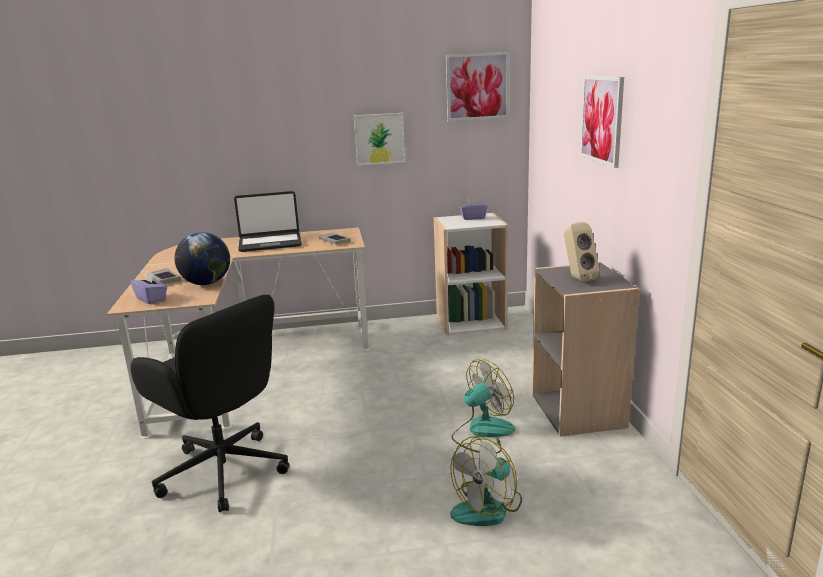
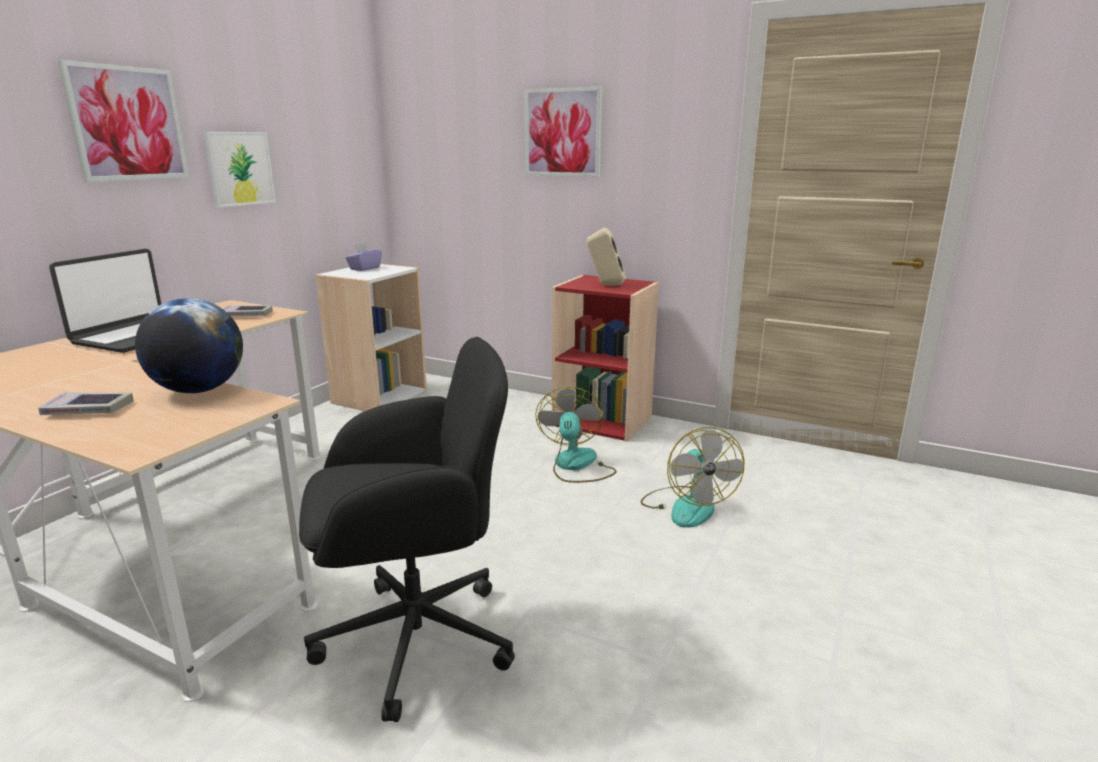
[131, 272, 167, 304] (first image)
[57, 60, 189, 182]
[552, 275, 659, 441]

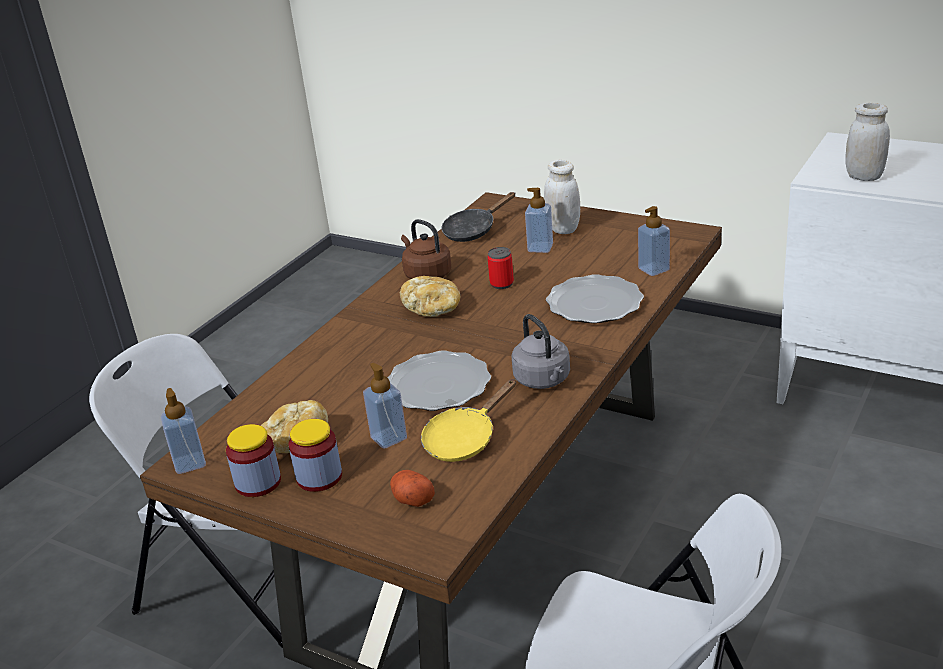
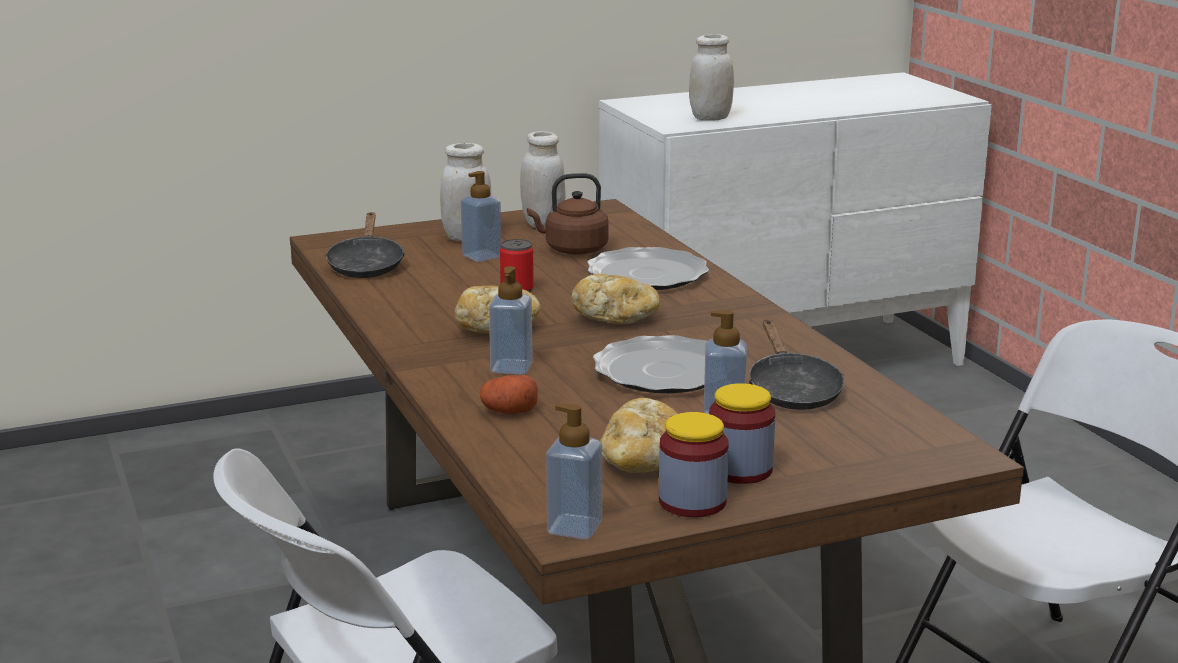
[511, 314, 570, 389] (first image)
[520, 131, 565, 228]
[572, 274, 660, 324]
[480, 375, 538, 415]
[527, 173, 609, 255]
[489, 266, 533, 375]
[749, 320, 844, 410]

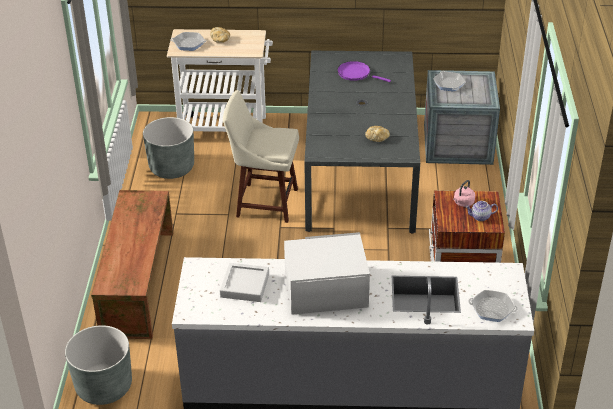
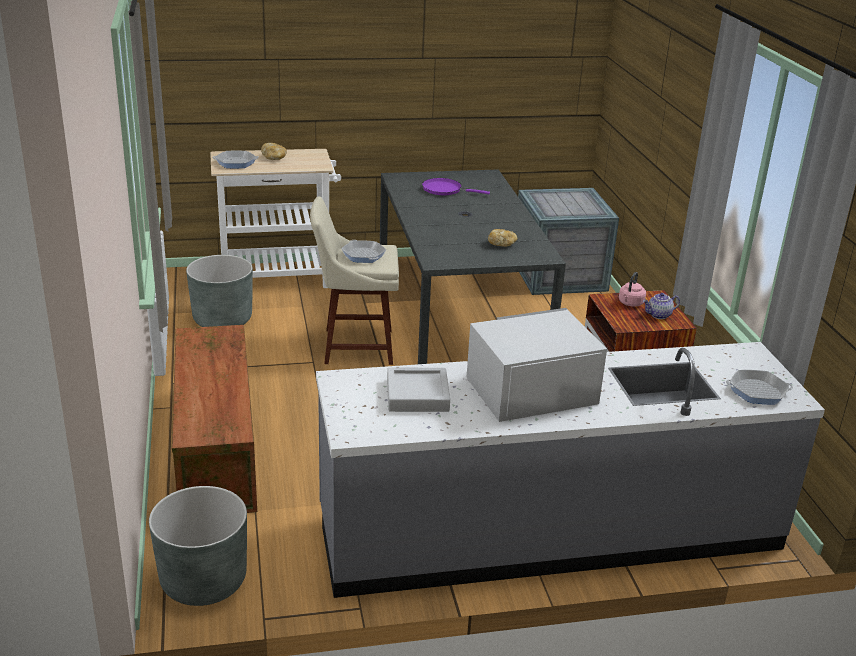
[341, 240, 386, 263]

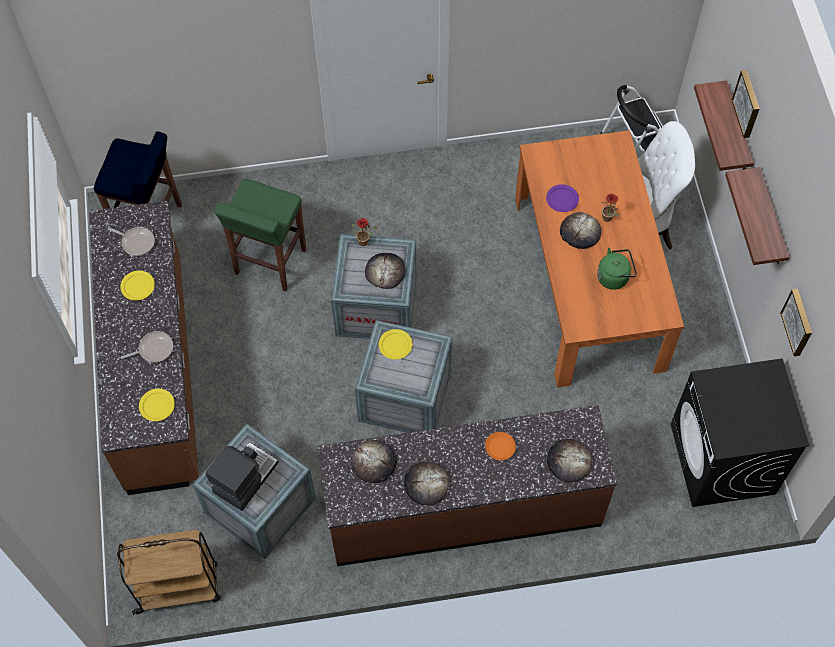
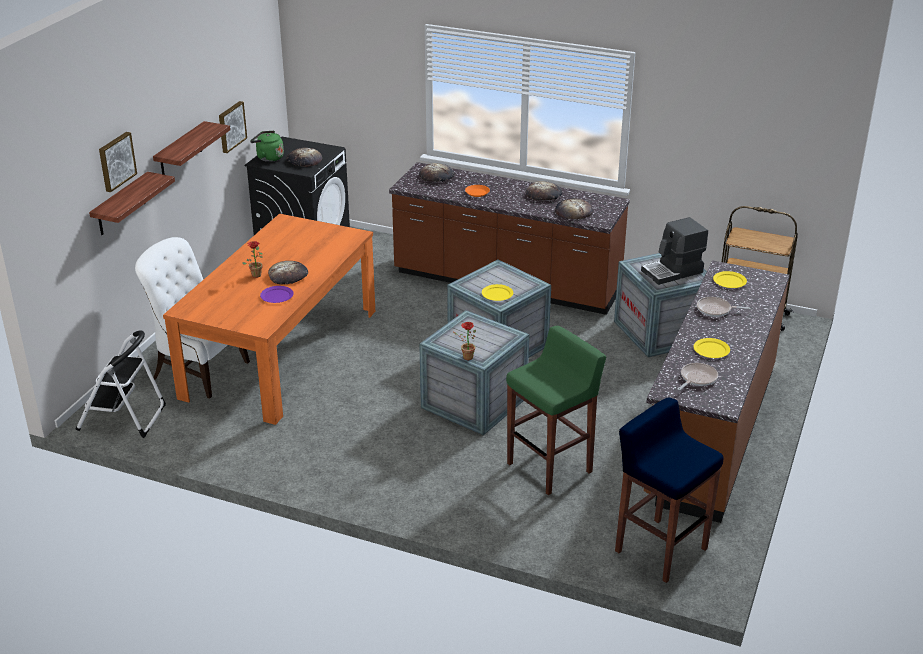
[287, 148, 322, 167]
[250, 131, 284, 162]
[678, 363, 718, 390]

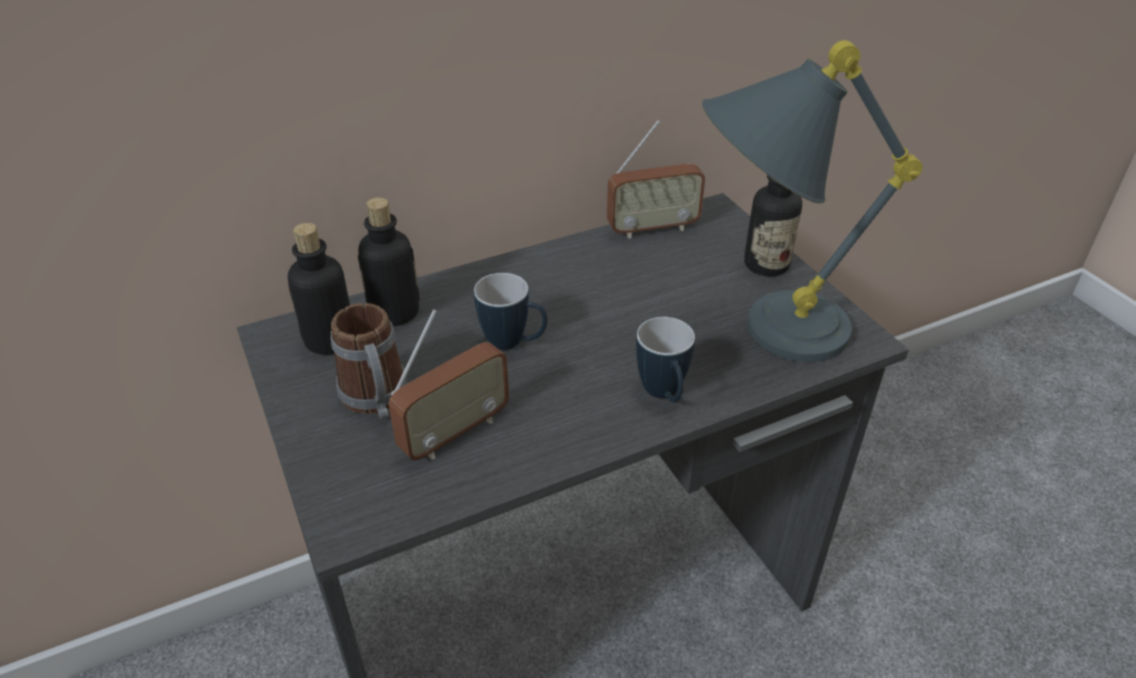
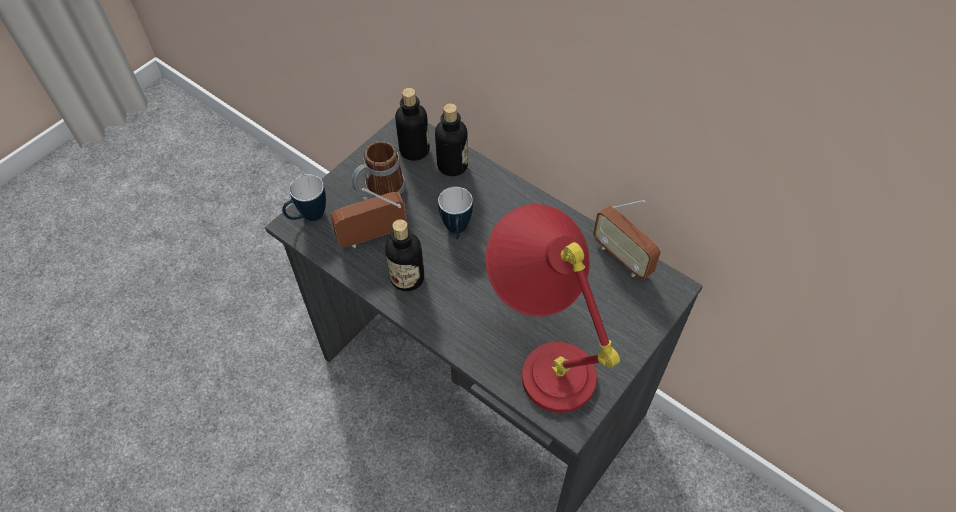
[282, 174, 326, 221]
[385, 219, 424, 291]
[485, 204, 620, 413]
[331, 188, 407, 248]

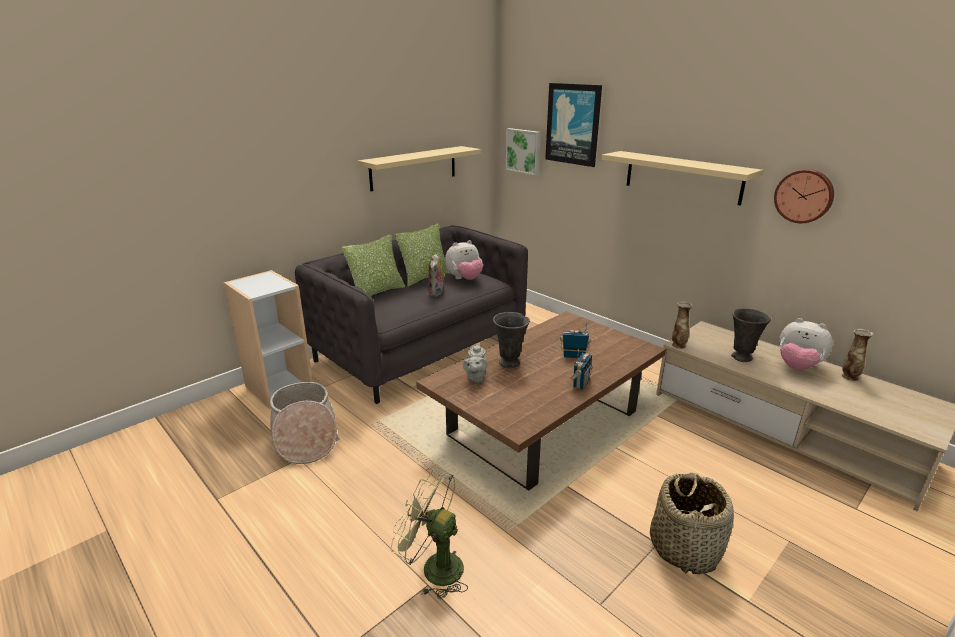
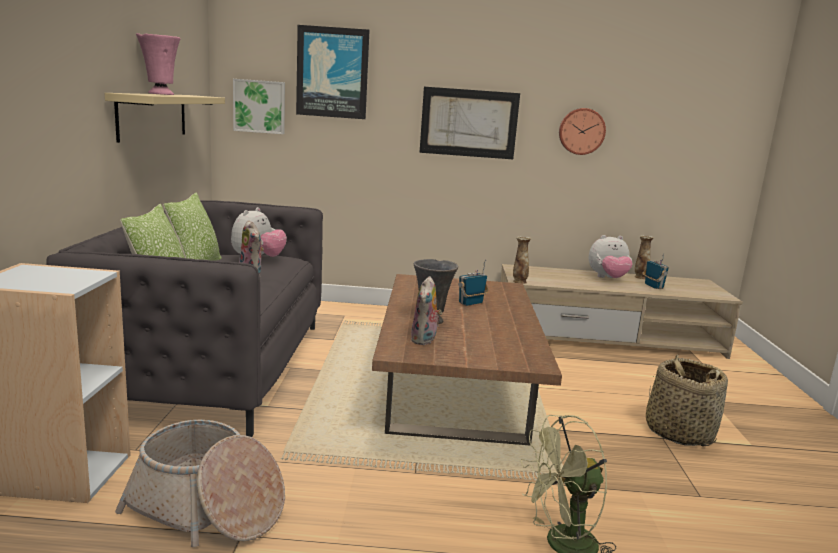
[731, 308, 771, 362] (first image)
[136, 33, 181, 95]
[642, 253, 669, 289]
[411, 276, 442, 345]
[420, 87, 520, 159]

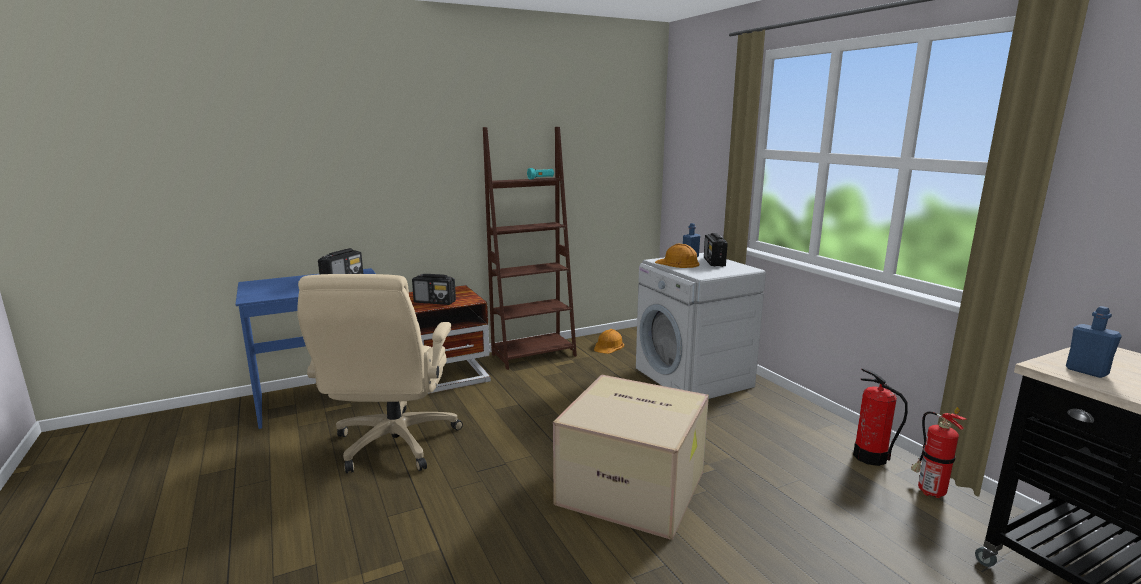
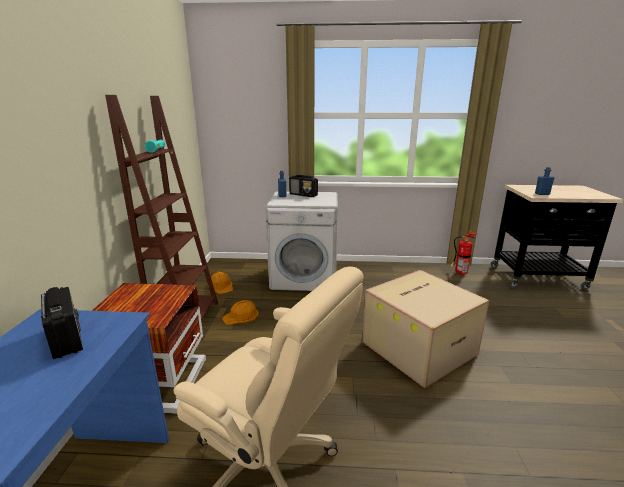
[412, 274, 456, 305] (first image)
[853, 368, 908, 466] (first image)
[222, 300, 259, 325]

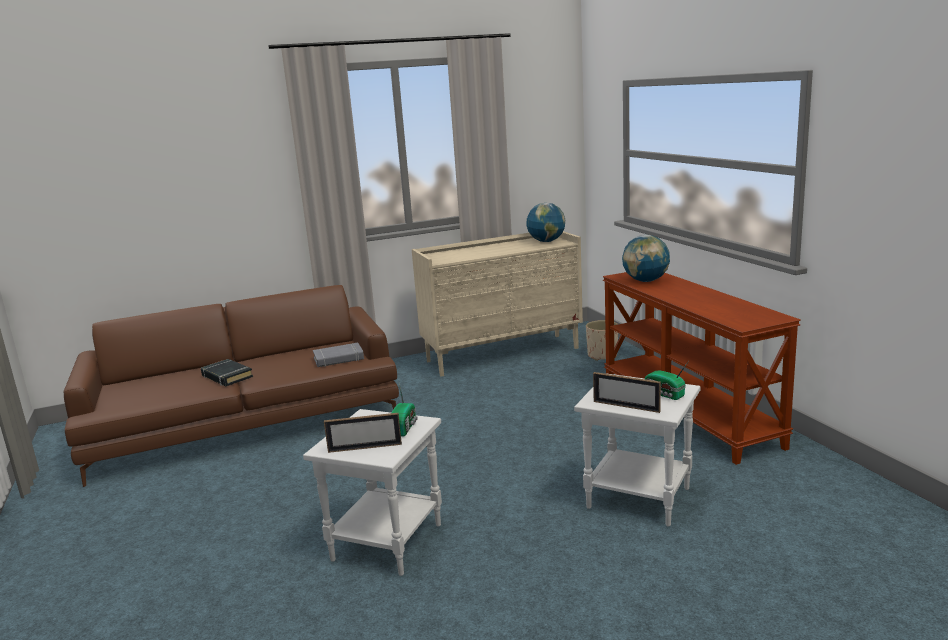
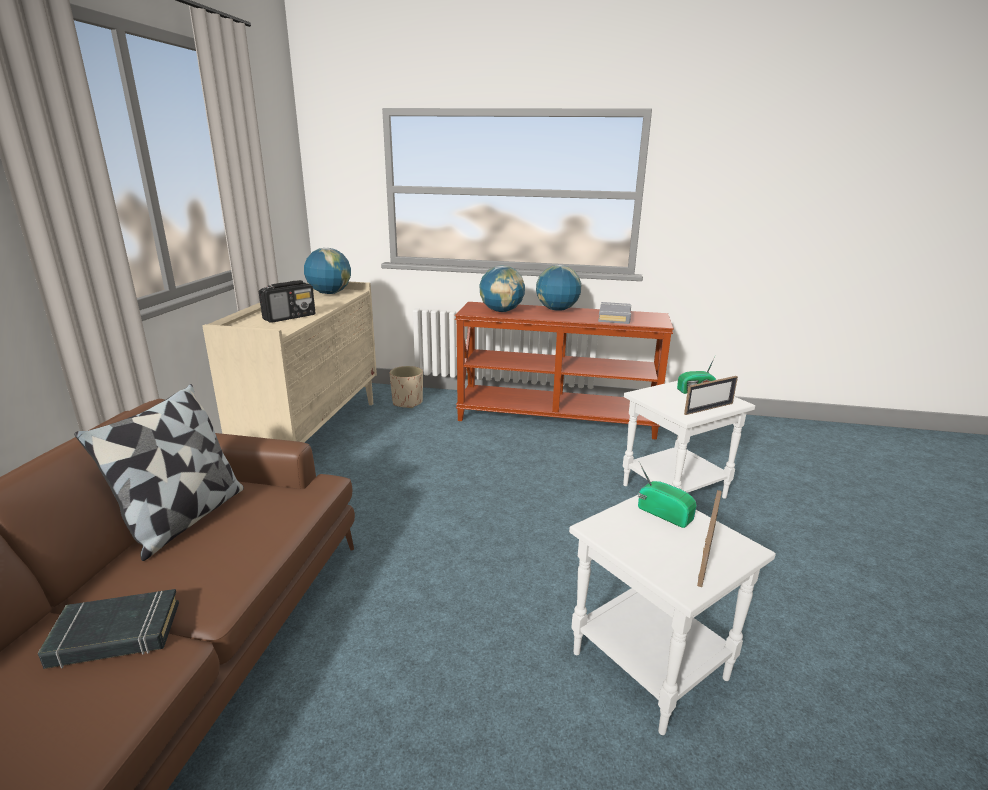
[74, 384, 244, 561]
[259, 280, 315, 323]
[536, 265, 581, 311]
[598, 302, 631, 324]

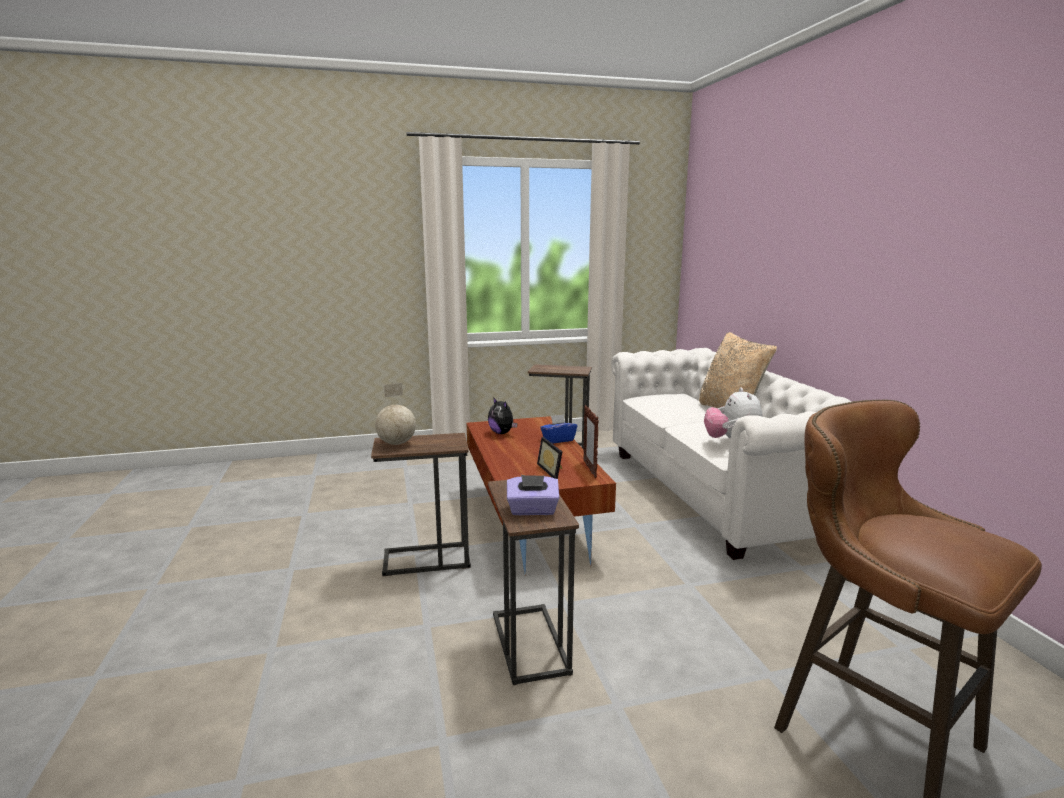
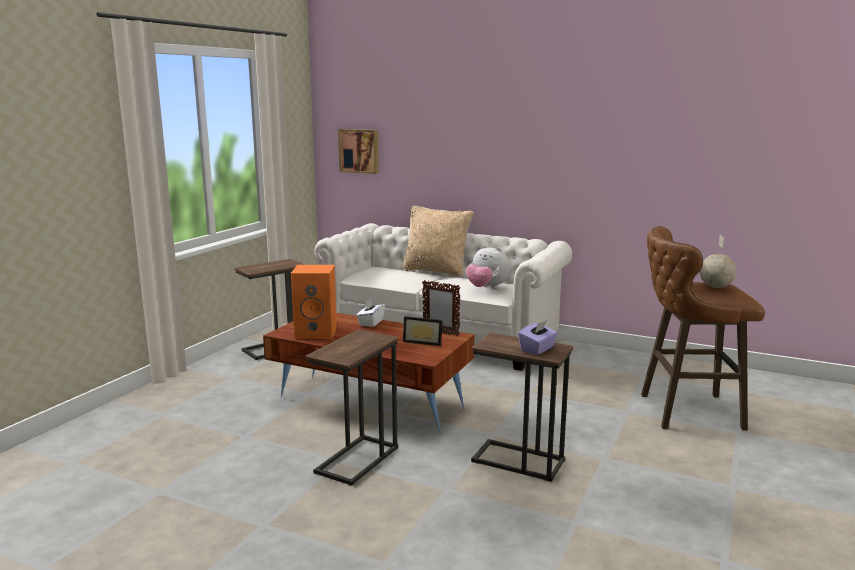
[338, 129, 378, 174]
[700, 235, 736, 288]
[291, 265, 337, 339]
[356, 299, 385, 327]

